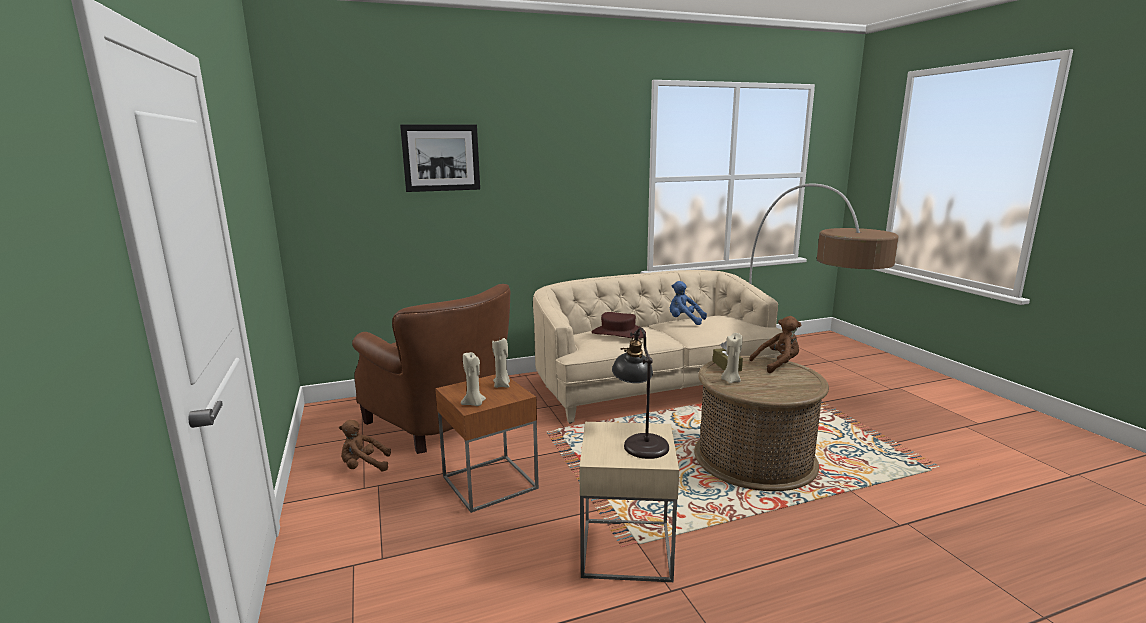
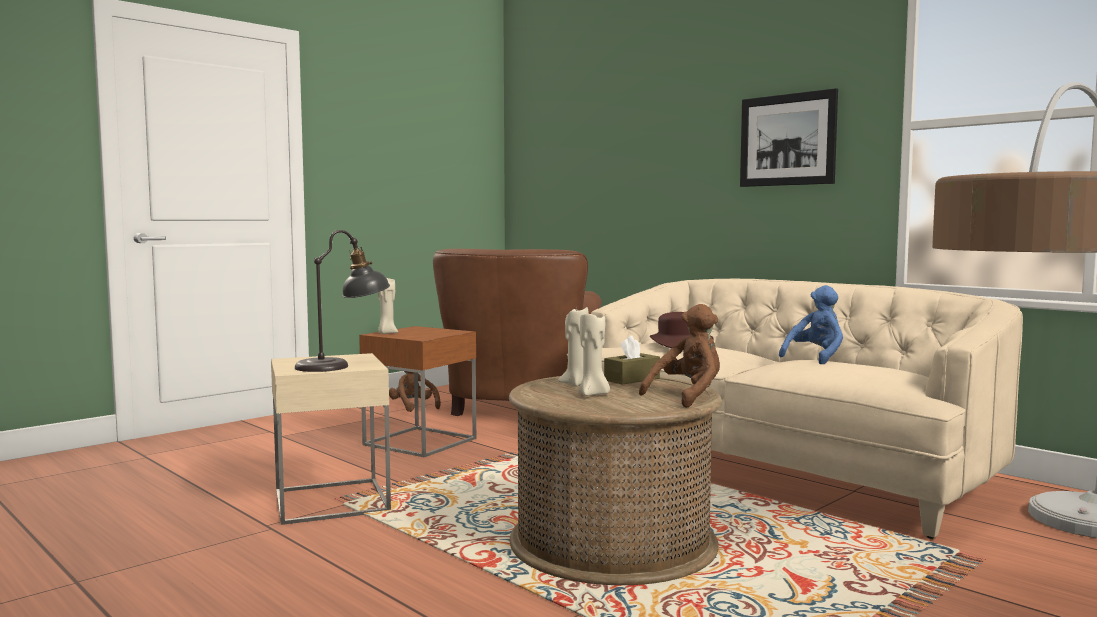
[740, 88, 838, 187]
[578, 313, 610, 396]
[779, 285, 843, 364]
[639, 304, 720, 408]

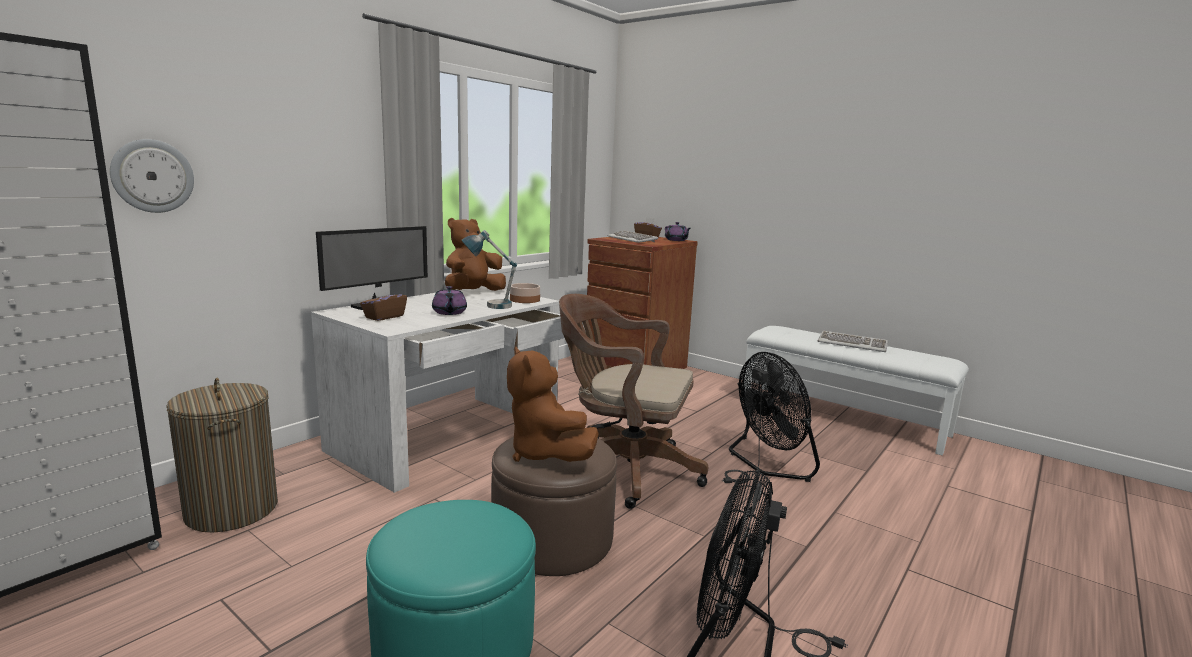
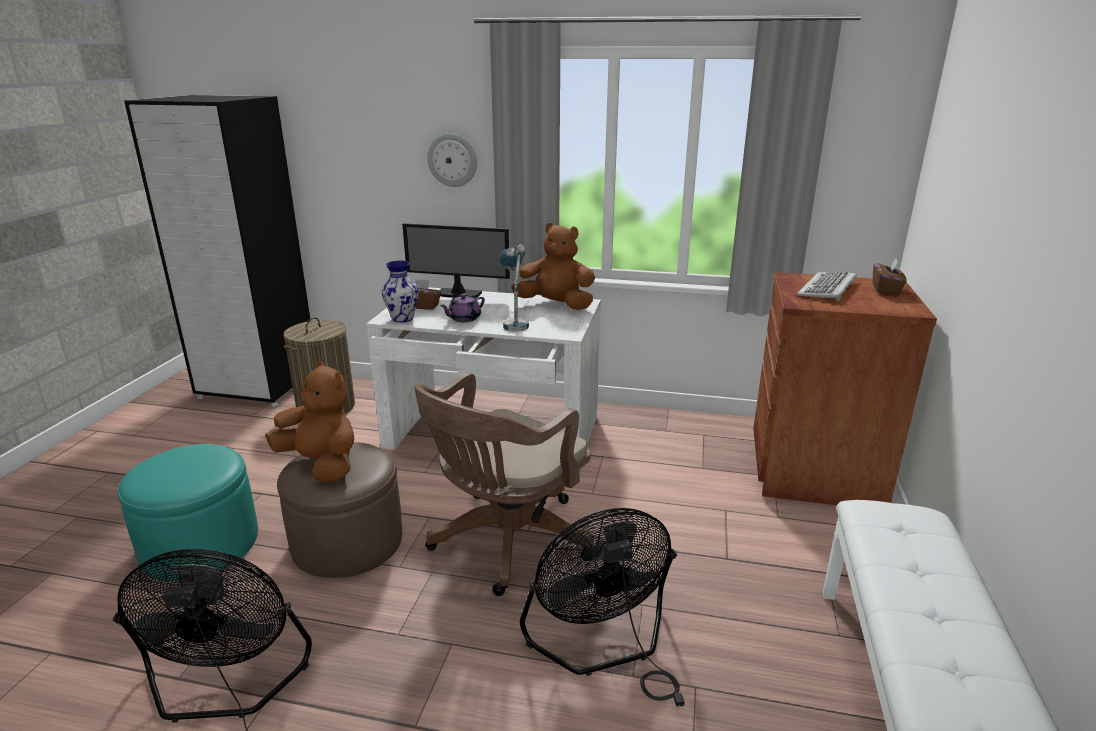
[510, 283, 540, 303] (first image)
[665, 222, 690, 241] (first image)
[818, 331, 888, 352] (first image)
[381, 260, 419, 322]
[427, 133, 477, 187]
[265, 361, 354, 482]
[414, 372, 594, 596]
[520, 508, 685, 708]

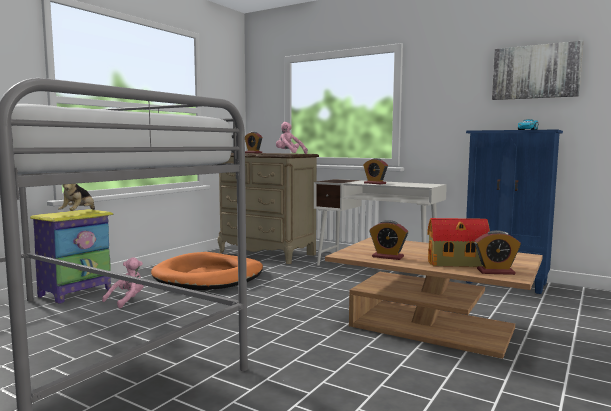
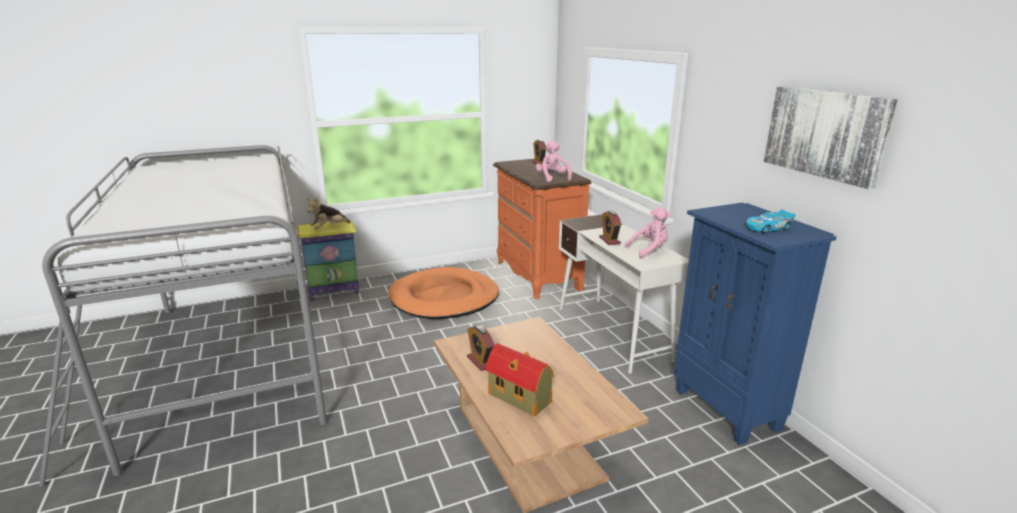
[475, 230, 521, 275] (first image)
[625, 207, 670, 258]
[493, 159, 591, 299]

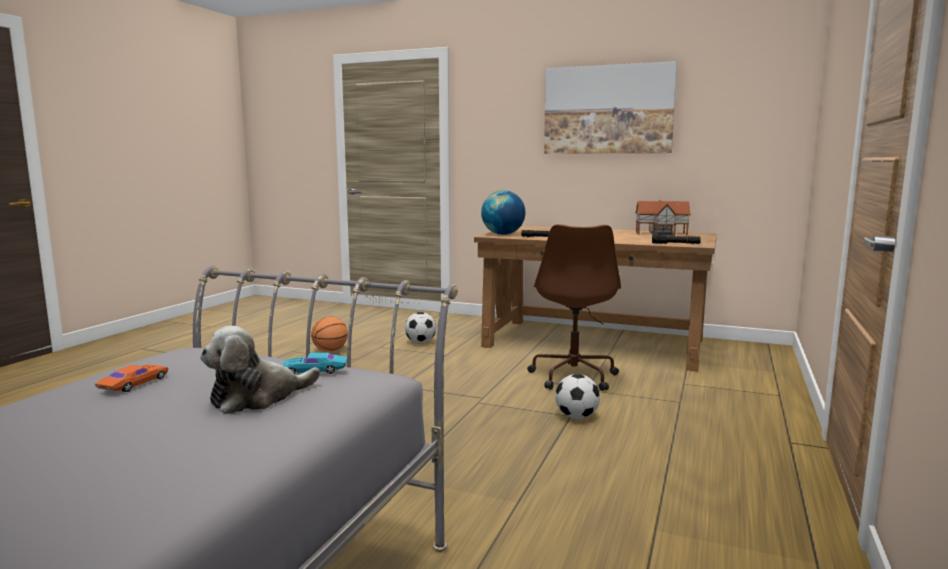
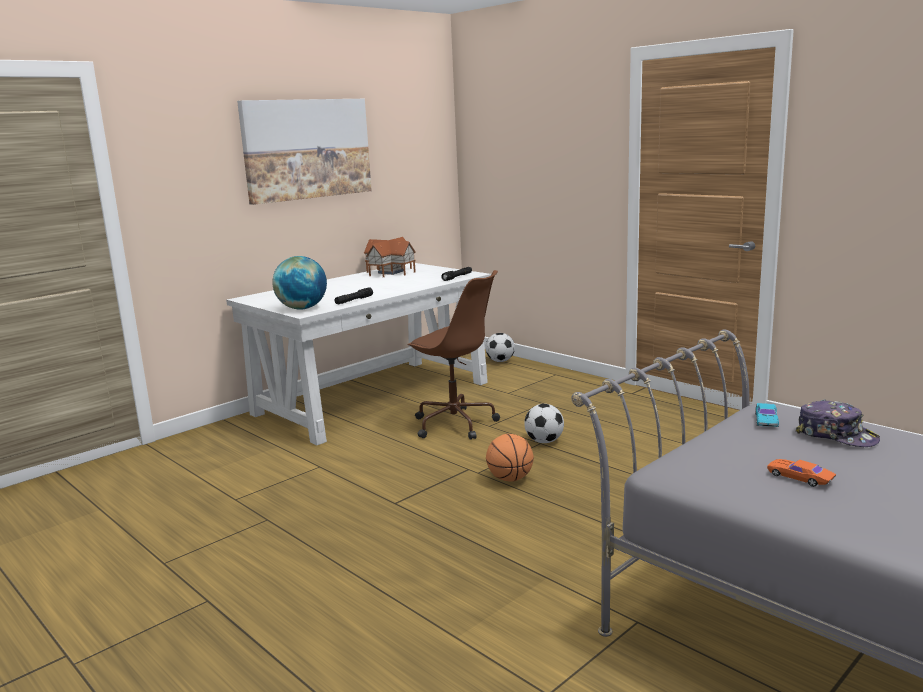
[486, 434, 534, 482]
[485, 333, 515, 362]
[796, 399, 880, 447]
[226, 263, 491, 445]

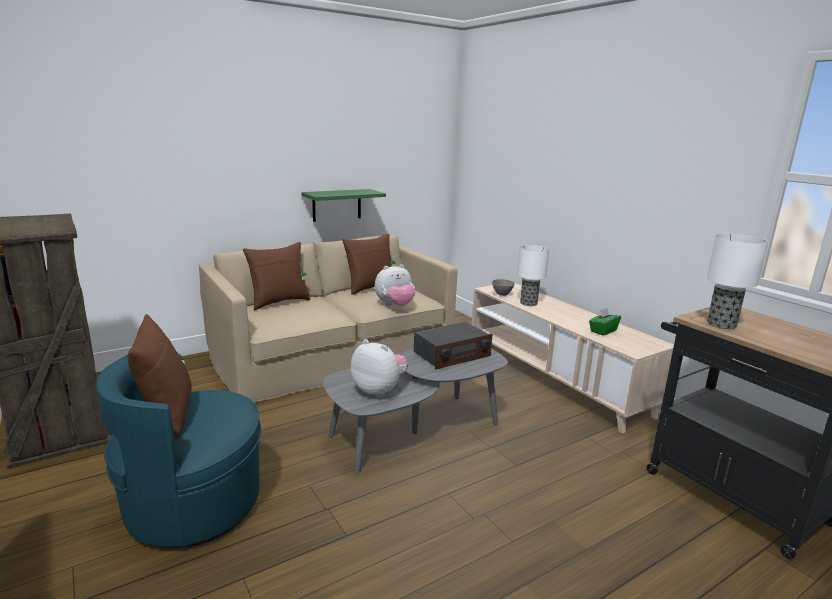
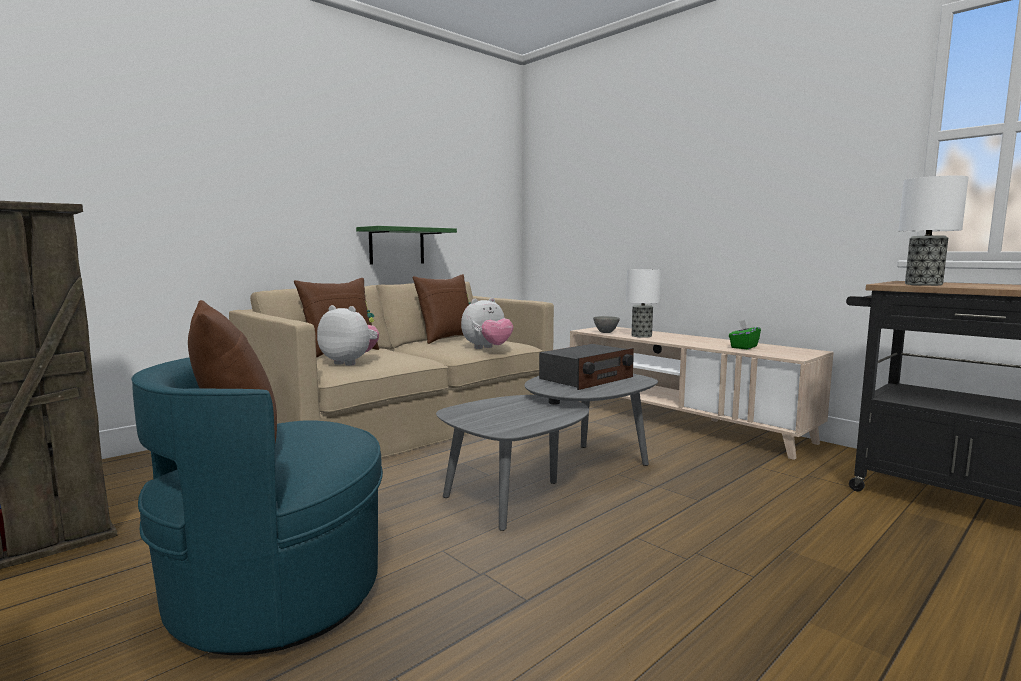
[317, 305, 379, 366]

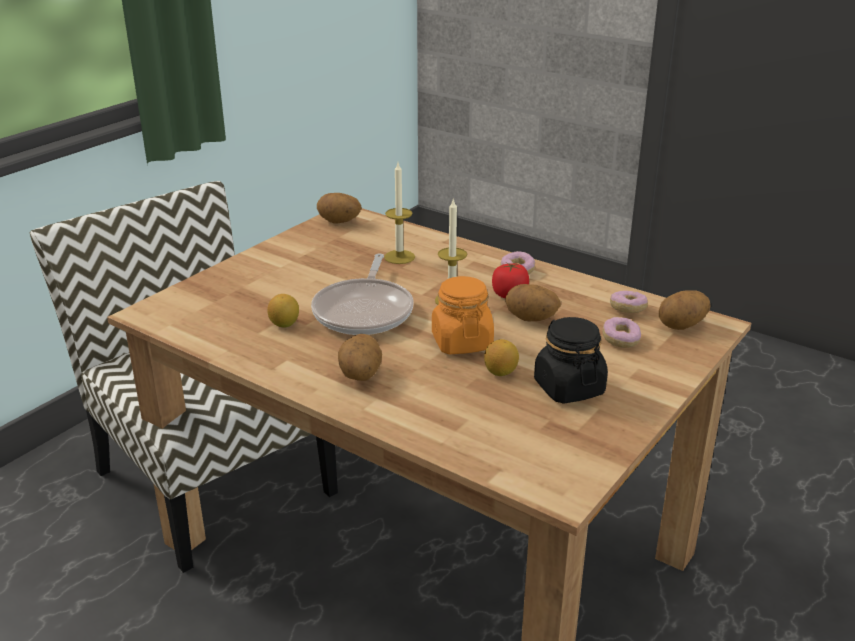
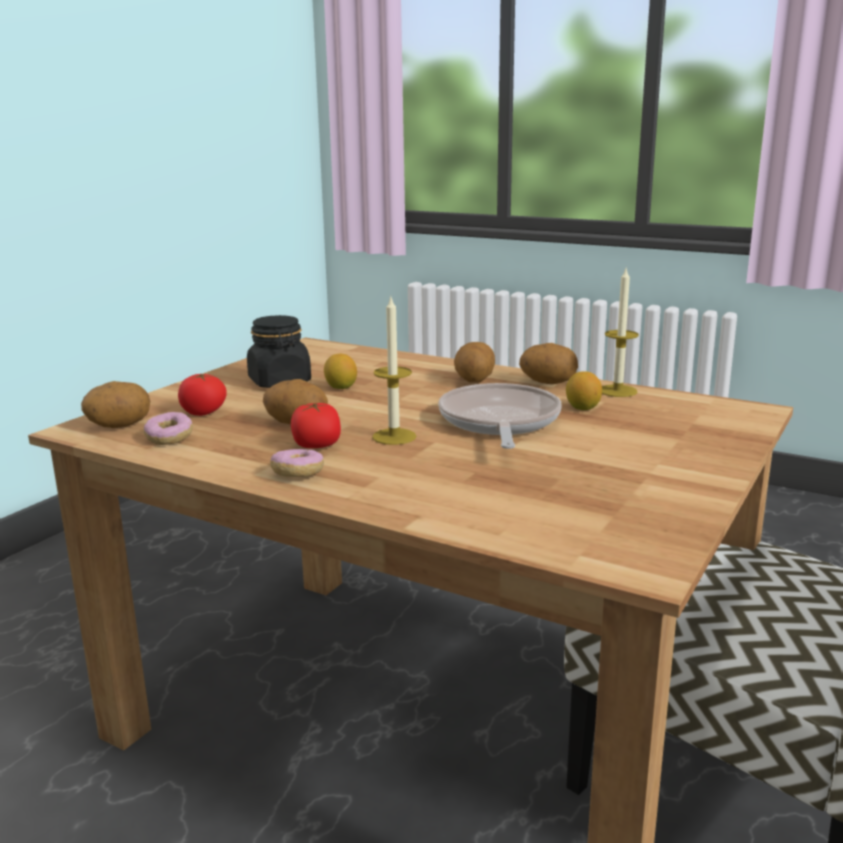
[432, 276, 494, 354] (first image)
[519, 343, 578, 384]
[602, 269, 639, 397]
[178, 373, 227, 416]

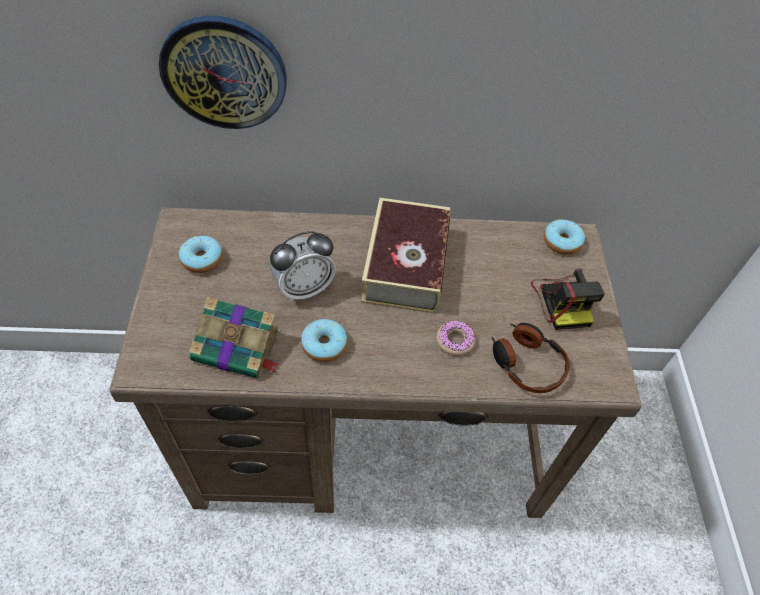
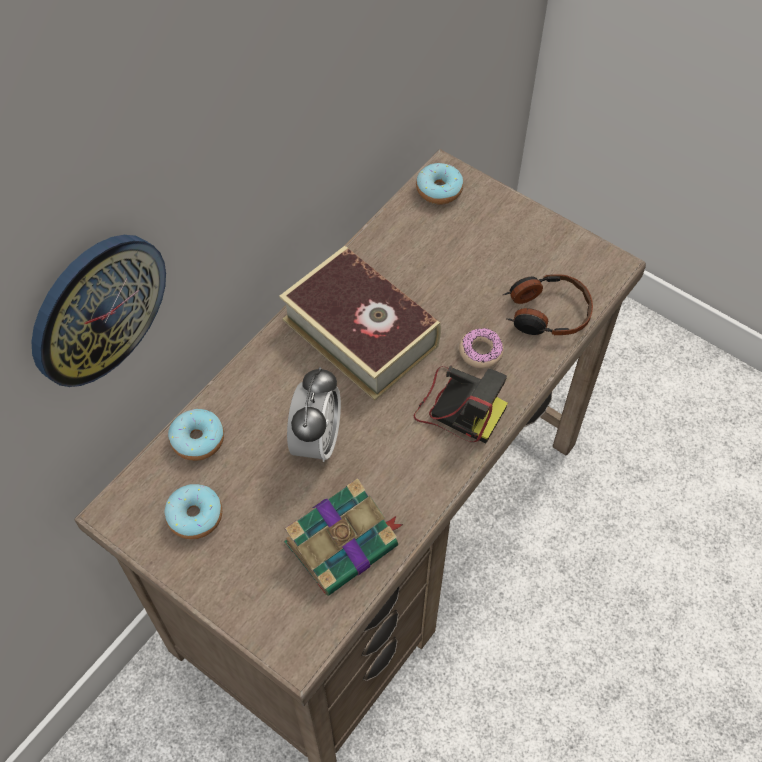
[168, 409, 224, 461]
[414, 365, 508, 443]

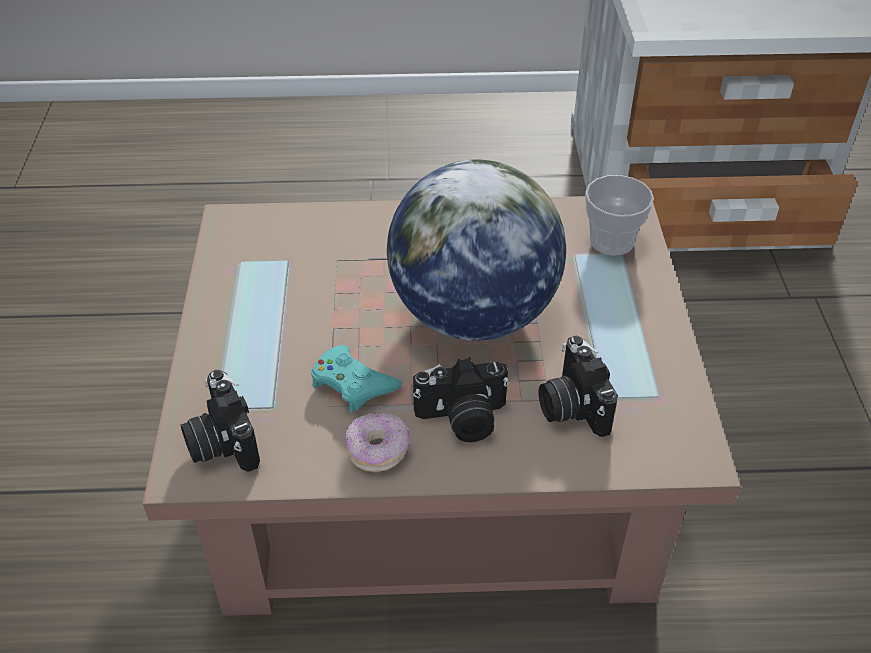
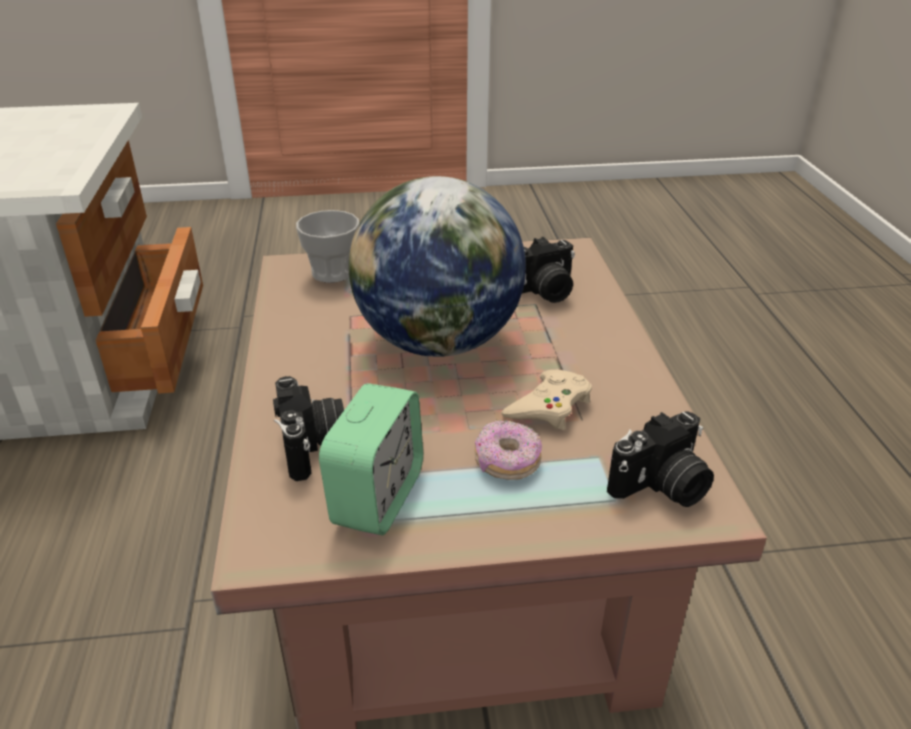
[319, 383, 423, 535]
[474, 420, 542, 480]
[273, 376, 344, 481]
[501, 370, 592, 430]

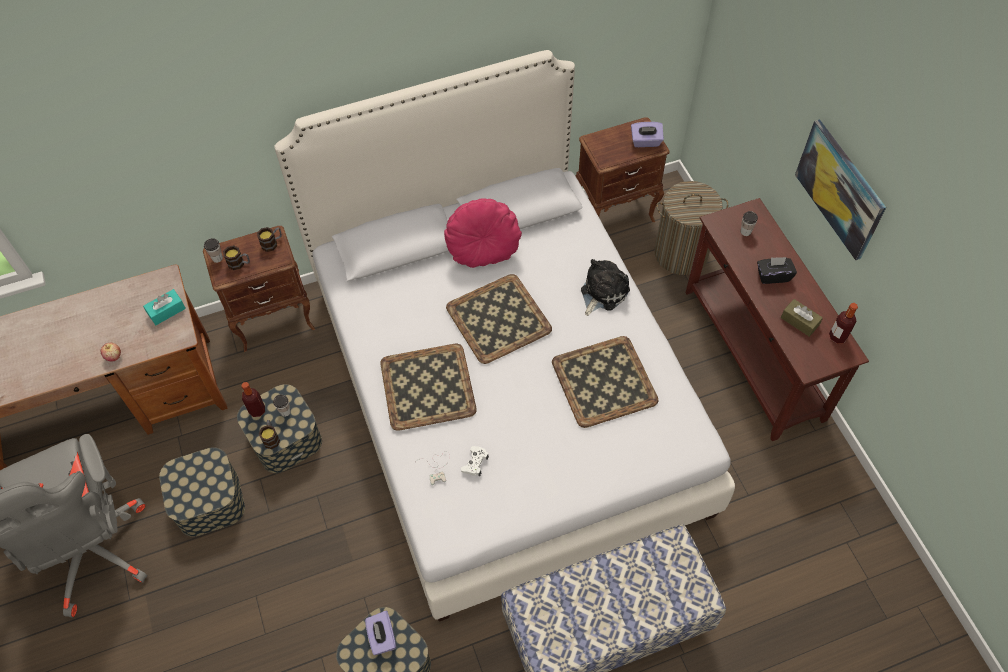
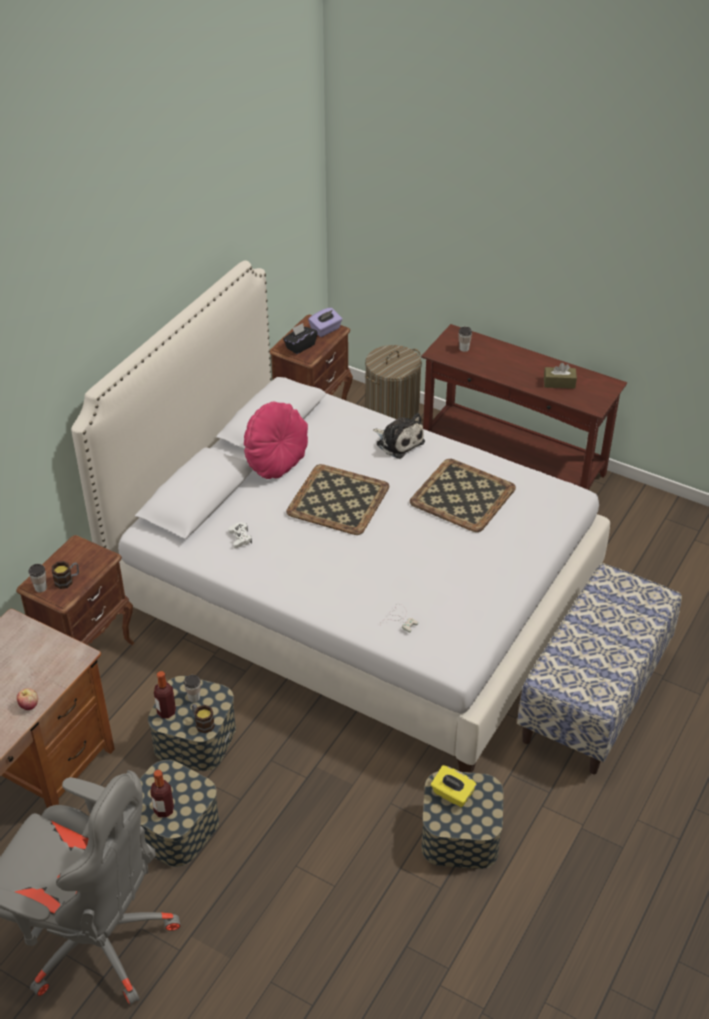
[143, 289, 186, 325] (first image)
[257, 227, 282, 252] (first image)
[380, 344, 477, 431] (first image)
[795, 119, 886, 260] (first image)
[228, 522, 252, 549]
[283, 323, 318, 354]
[150, 770, 174, 818]
[431, 765, 477, 807]
[373, 413, 425, 459]

